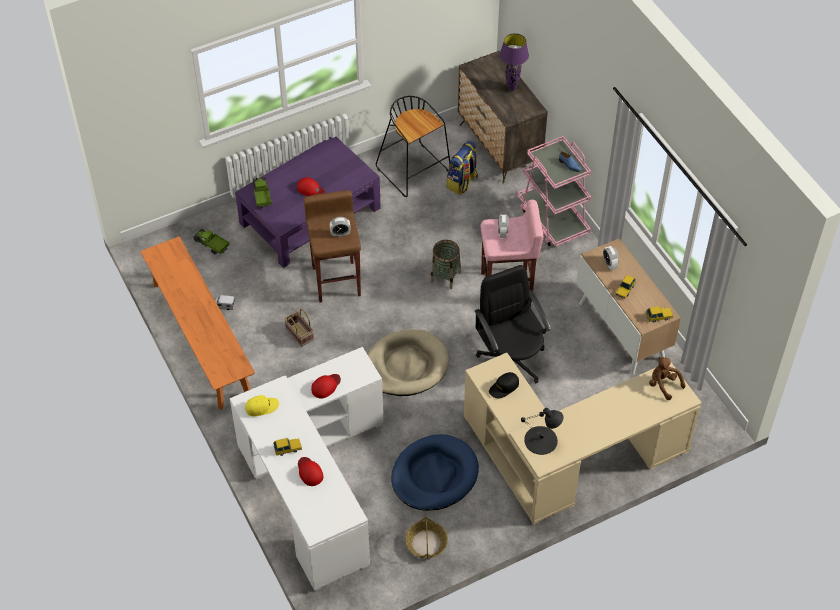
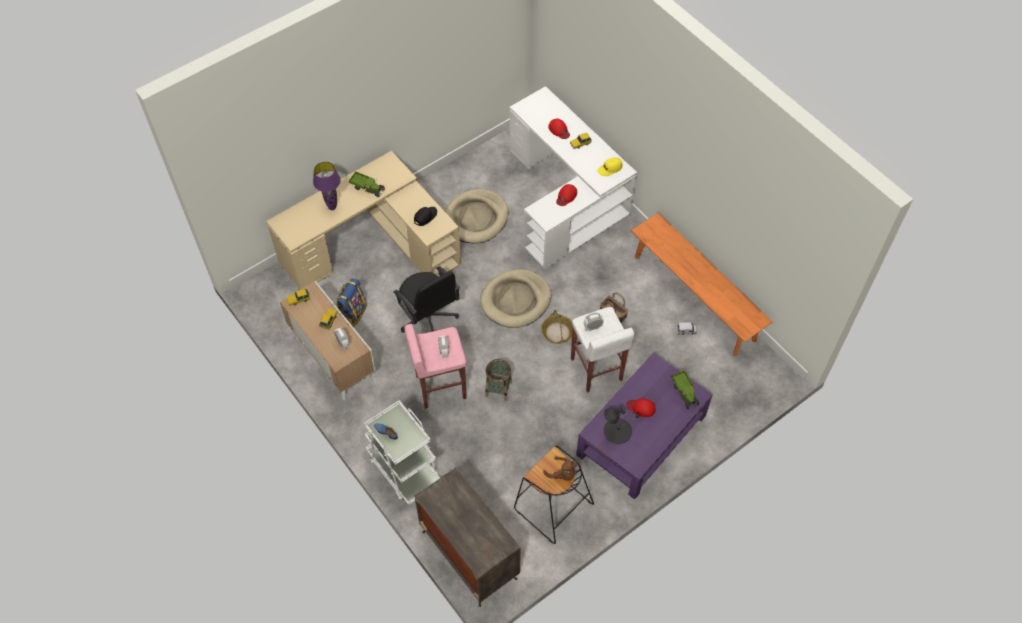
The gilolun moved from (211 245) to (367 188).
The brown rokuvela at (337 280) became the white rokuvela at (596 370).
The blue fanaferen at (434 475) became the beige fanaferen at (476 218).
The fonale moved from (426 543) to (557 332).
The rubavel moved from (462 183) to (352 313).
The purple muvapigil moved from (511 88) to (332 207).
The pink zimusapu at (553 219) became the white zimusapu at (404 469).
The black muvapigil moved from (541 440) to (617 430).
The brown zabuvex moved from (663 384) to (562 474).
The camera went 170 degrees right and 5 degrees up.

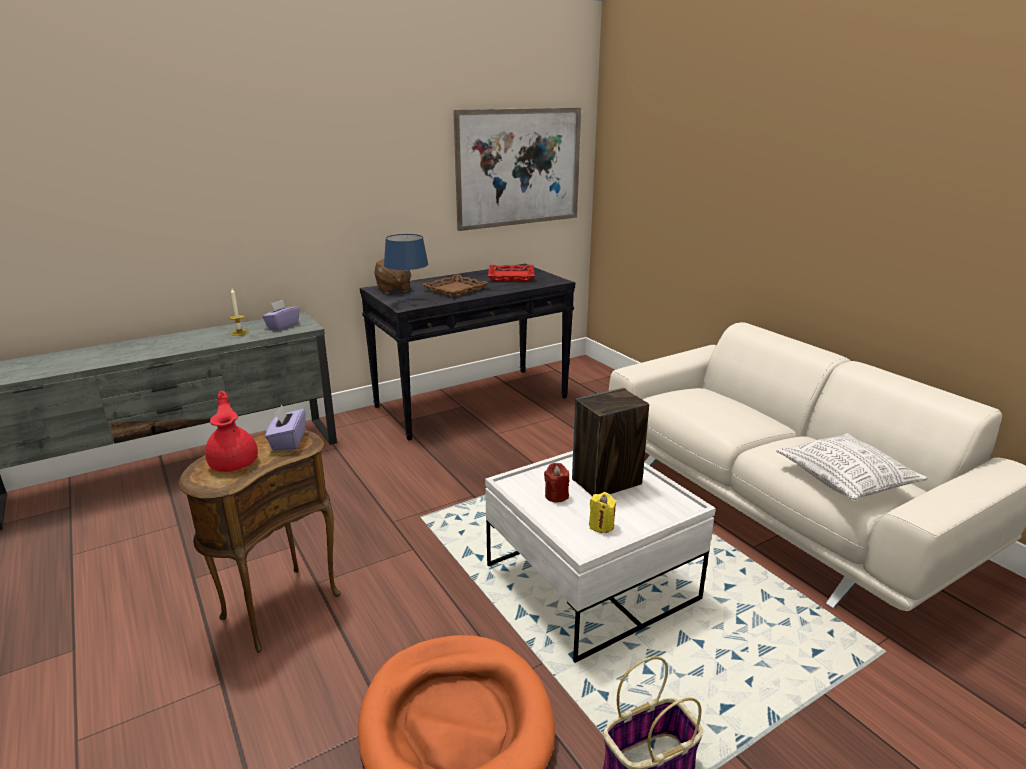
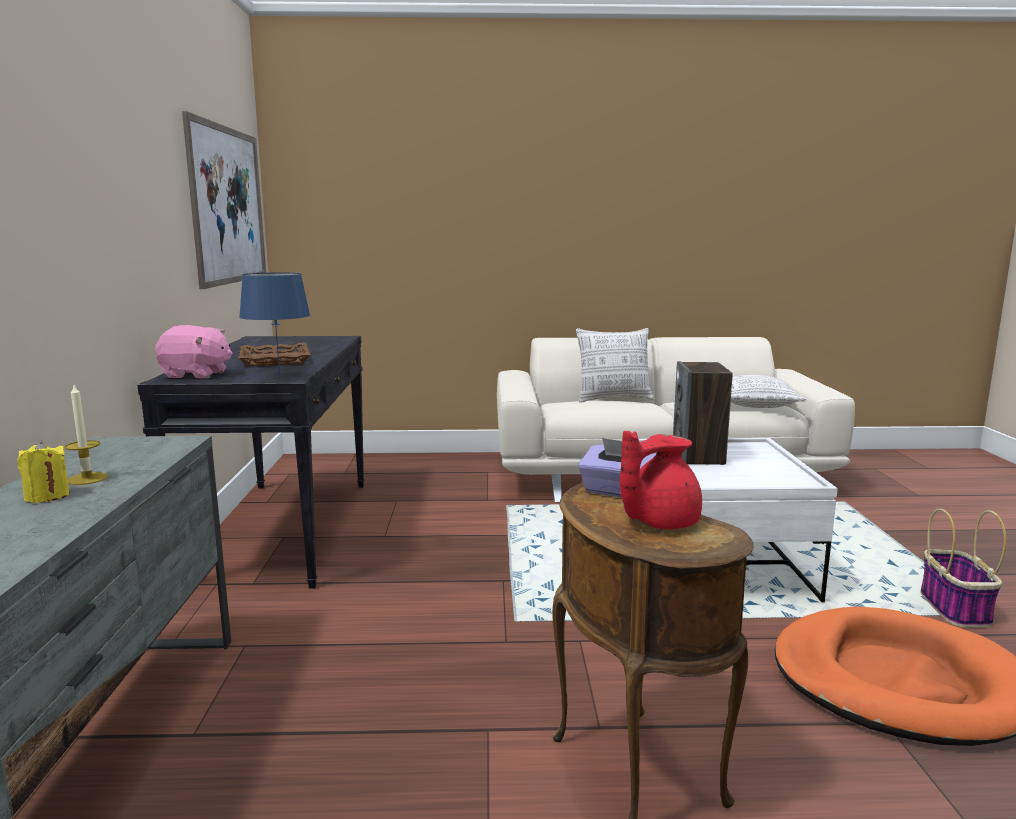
The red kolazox at (234 462) turned 45 degrees counterclockwise.
The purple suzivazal at (282 325) disappeared.
The brown zabuvex at (393 289) became the pink zabuvex at (196 375).
The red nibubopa at (511 276) disappeared.
The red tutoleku at (556 496) disappeared.
The yellow tutoleku moved from (601 525) to (47 496).
The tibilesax at (613 399) appeared.
The camera went 60 degrees left and 10 degrees down.

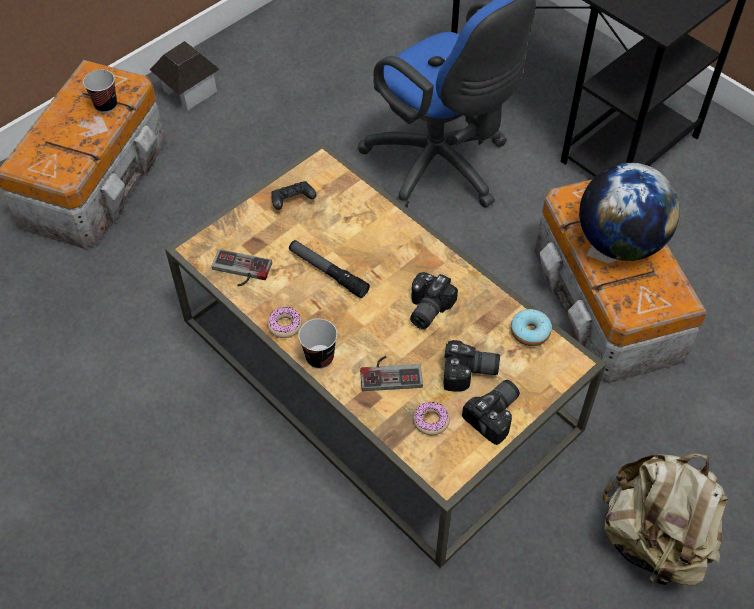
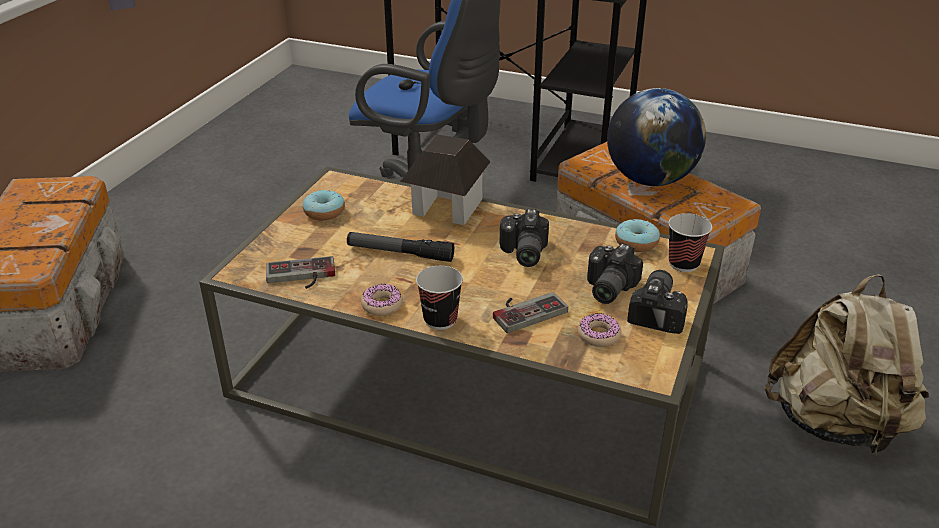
The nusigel moved from (106 105) to (683 263).
The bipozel moved from (189 91) to (447 207).
The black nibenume at (292 202) was replaced by the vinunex at (324 212).
The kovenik at (470 374) turned 135 degrees clockwise.
The camera went 25 degrees left and 20 degrees down.

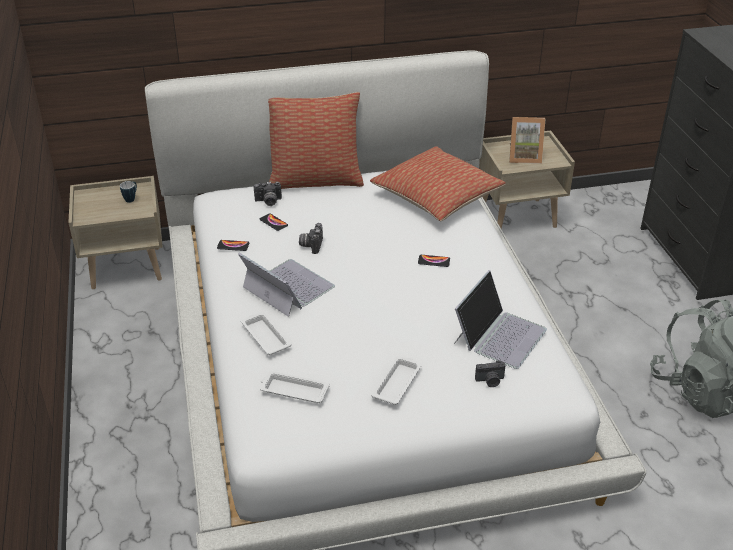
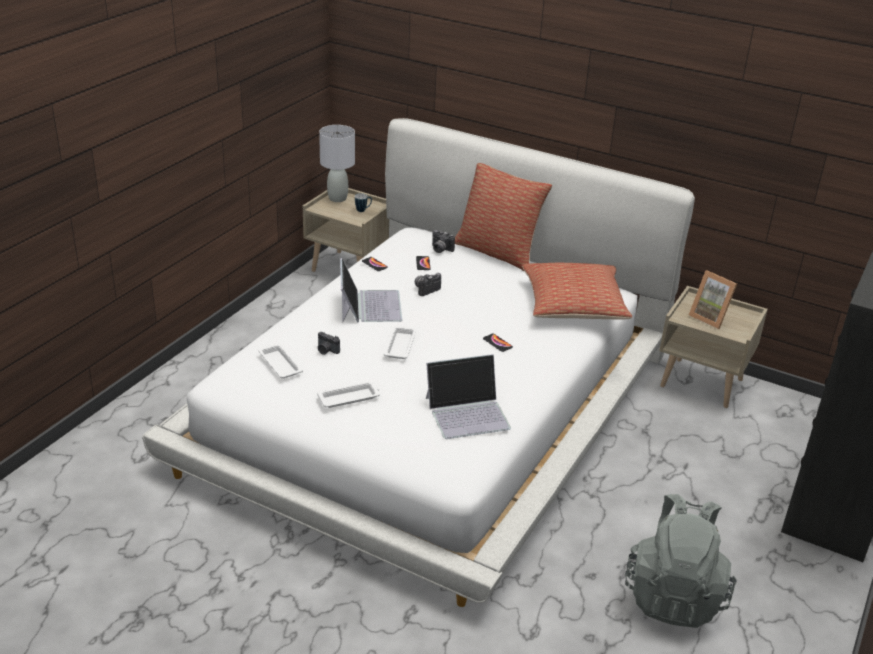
The white nibubopa moved from (265 336) to (400 345).
The kovenik moved from (490 381) to (326 350).
The grey muvapigil at (338 198) appeared.
The camera went 40 degrees right and 5 degrees down.

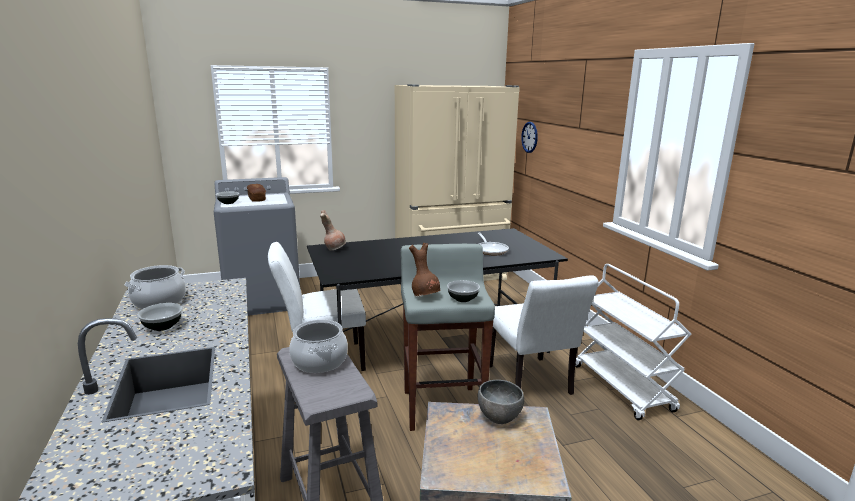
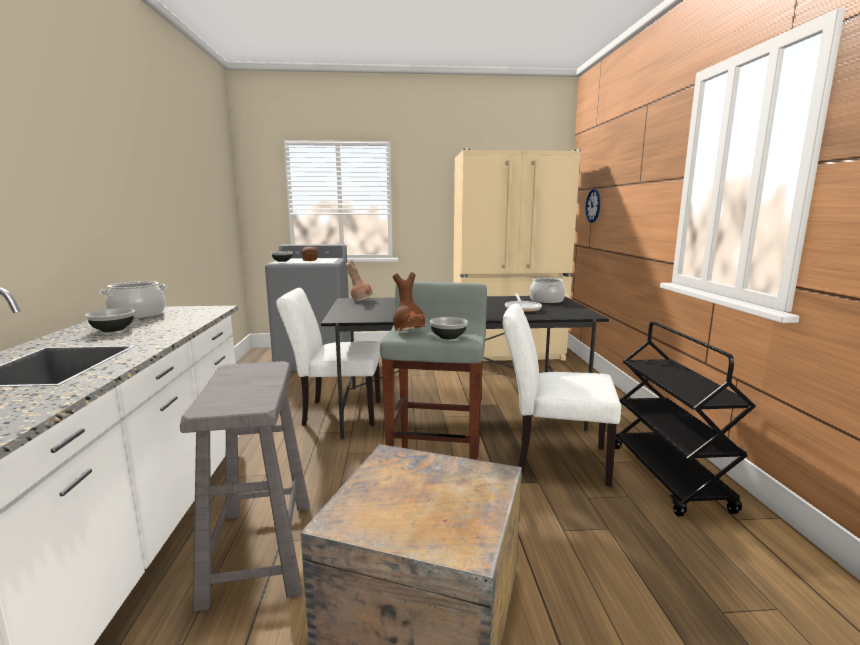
The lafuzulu moved from (320 361) to (546 300).
The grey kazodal at (499 417) disappeared.
The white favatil at (532 383) turned 105 degrees clockwise.
The white zimusapu at (623 388) became the black zimusapu at (669 478).
The camera went 15 degrees right and 5 degrees down.

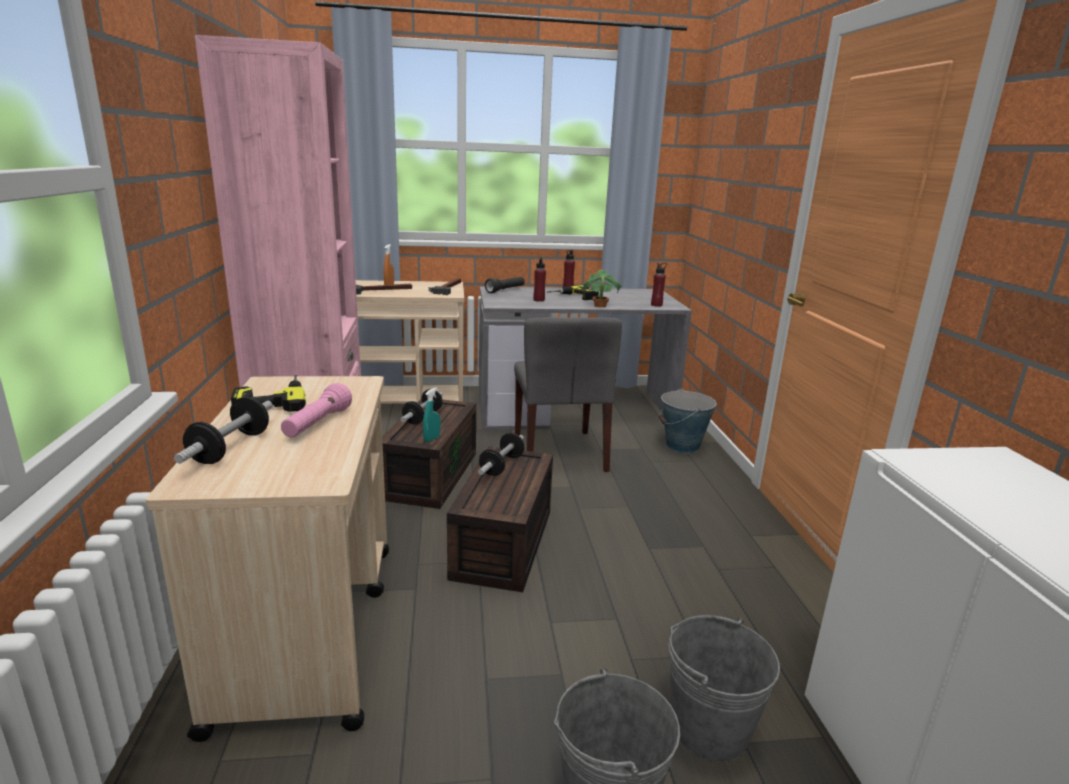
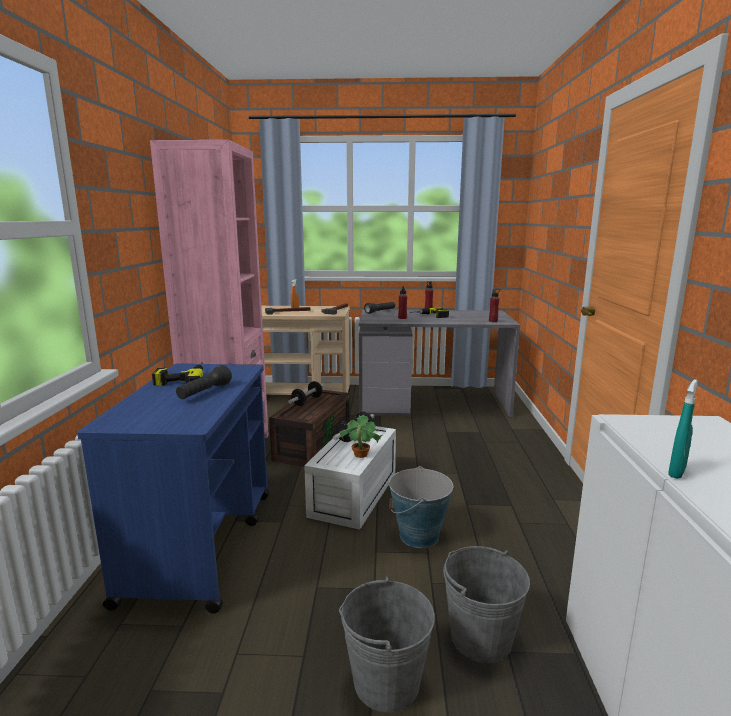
The beige zimusapu at (310 628) became the blue zimusapu at (201 543).
The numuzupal at (230 448) disappeared.
The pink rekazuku at (317 424) became the black rekazuku at (204 392).
The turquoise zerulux moved from (432 439) to (677 472).
The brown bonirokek at (505 544) became the white bonirokek at (355 495).
The grey favatil at (559 452) disappeared.
The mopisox moved from (599 306) to (360 455).
The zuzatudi moved from (682 446) to (419 536).
The camera went 10 degrees right and 5 degrees down.

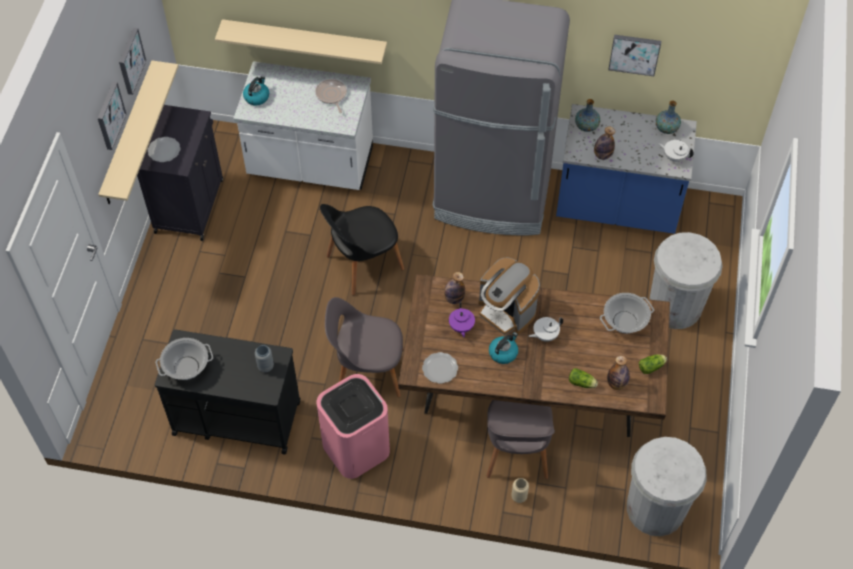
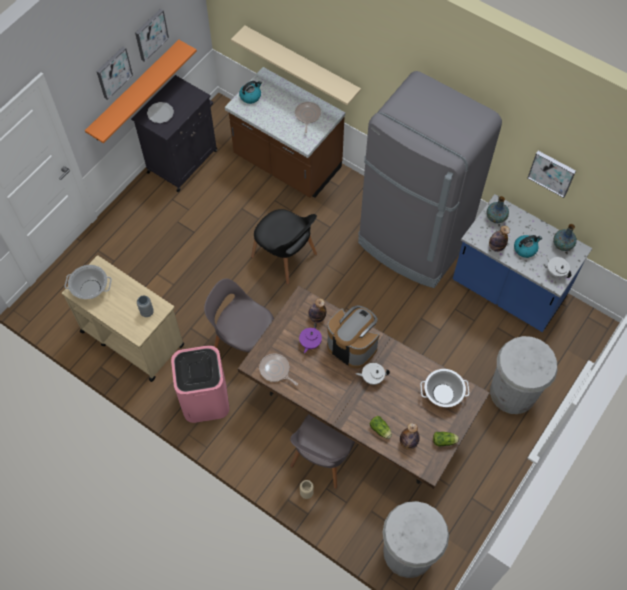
The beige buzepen at (128 135) became the orange buzepen at (135 92).
The black zimusapu at (236 417) became the beige zimusapu at (131 338).
The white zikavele at (310 165) became the brown zikavele at (287 163).
The black favatil at (363 264) turned 135 degrees counterclockwise.
The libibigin at (440 369) was replaced by the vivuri at (275 370).
The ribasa at (506 312) turned 150 degrees clockwise.
The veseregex moved from (503 353) to (525 248).
The camera went 25 degrees right and 5 degrees up.

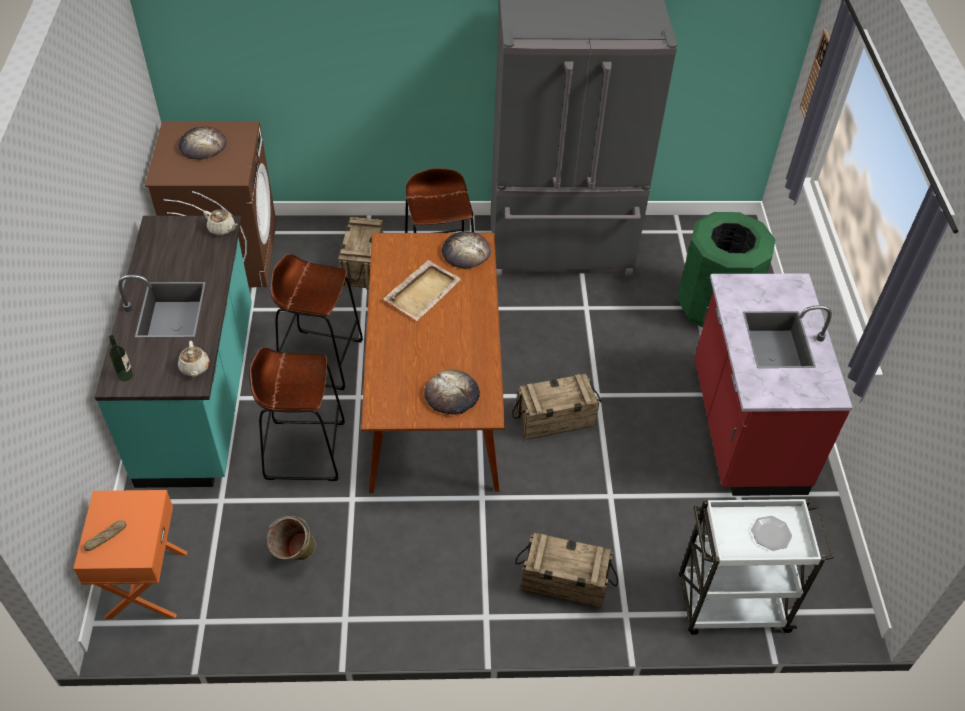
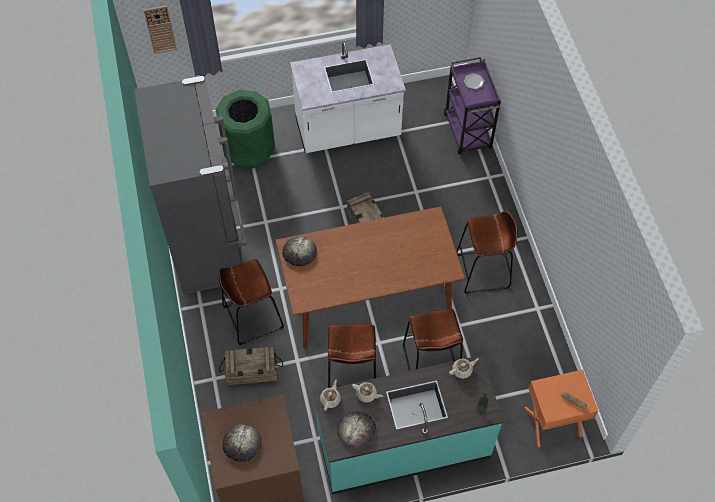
The green zuzatudi at (294 556) disappeared.
The beige nibubopa at (423 291) disappeared.
The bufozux moved from (452 395) to (356 429).
The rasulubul at (564 583) disappeared.
The white zimusapu at (730 604) became the purple zimusapu at (468 132).
The red zikavele at (744 428) became the white zikavele at (348 130).
The beige kolazox at (367 394) appeared.
The brown rokuvela at (482 271) appeared.
The camera went 100 degrees left and 10 degrees up.

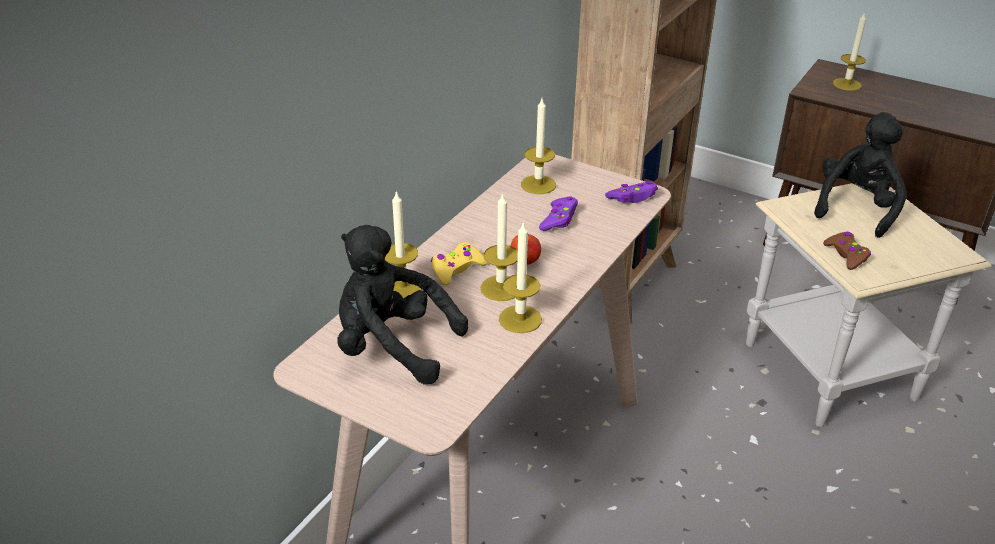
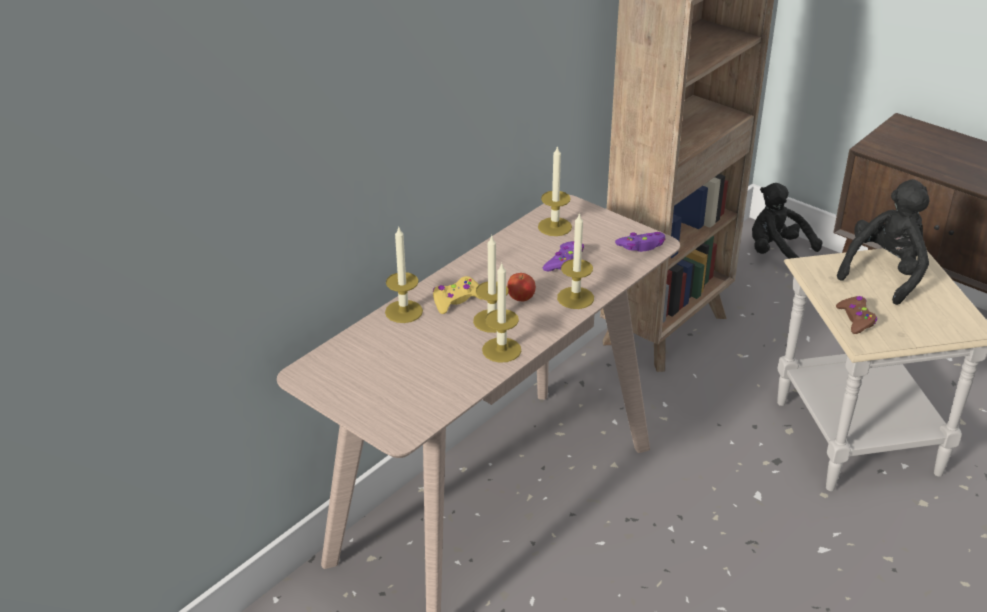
The black zabuvex moved from (392 347) to (777 254).
The tutoleku moved from (847 84) to (575 298).
The camera went 10 degrees right and 0 degrees up.

